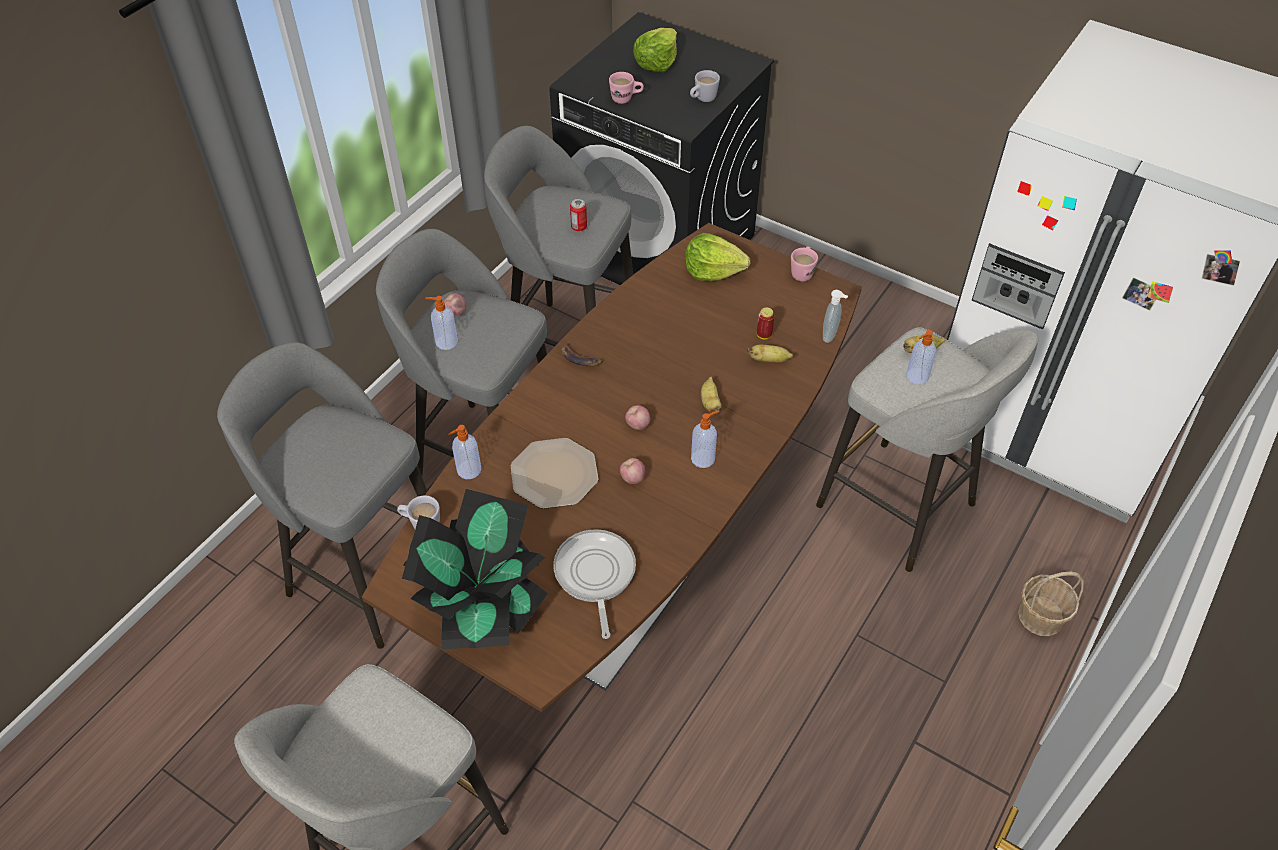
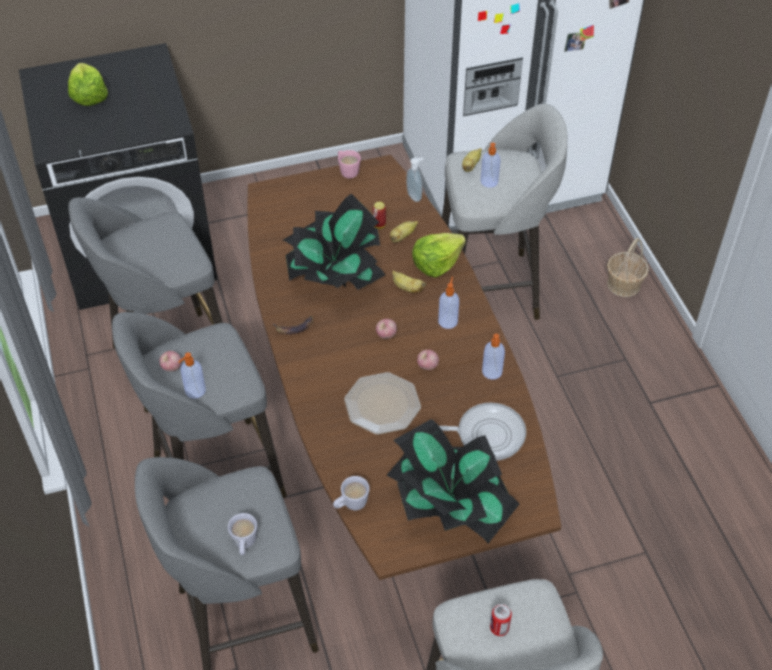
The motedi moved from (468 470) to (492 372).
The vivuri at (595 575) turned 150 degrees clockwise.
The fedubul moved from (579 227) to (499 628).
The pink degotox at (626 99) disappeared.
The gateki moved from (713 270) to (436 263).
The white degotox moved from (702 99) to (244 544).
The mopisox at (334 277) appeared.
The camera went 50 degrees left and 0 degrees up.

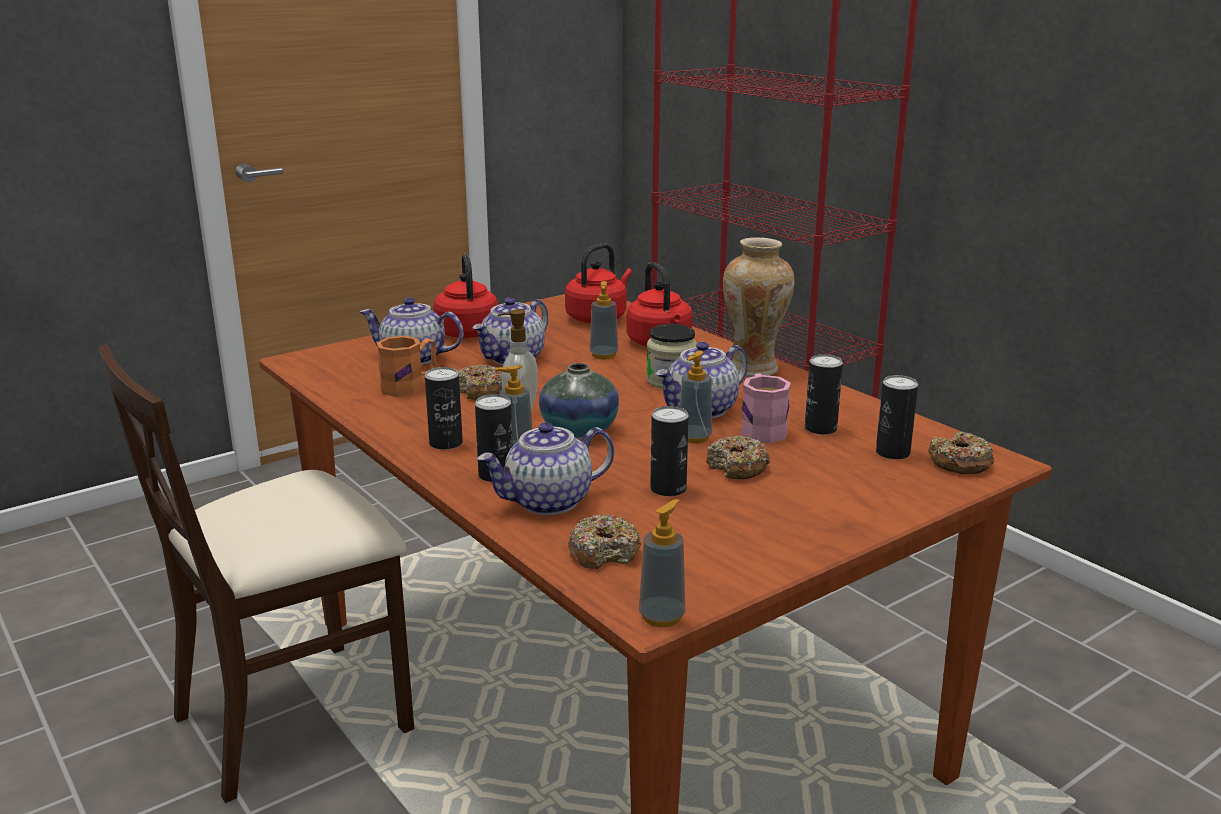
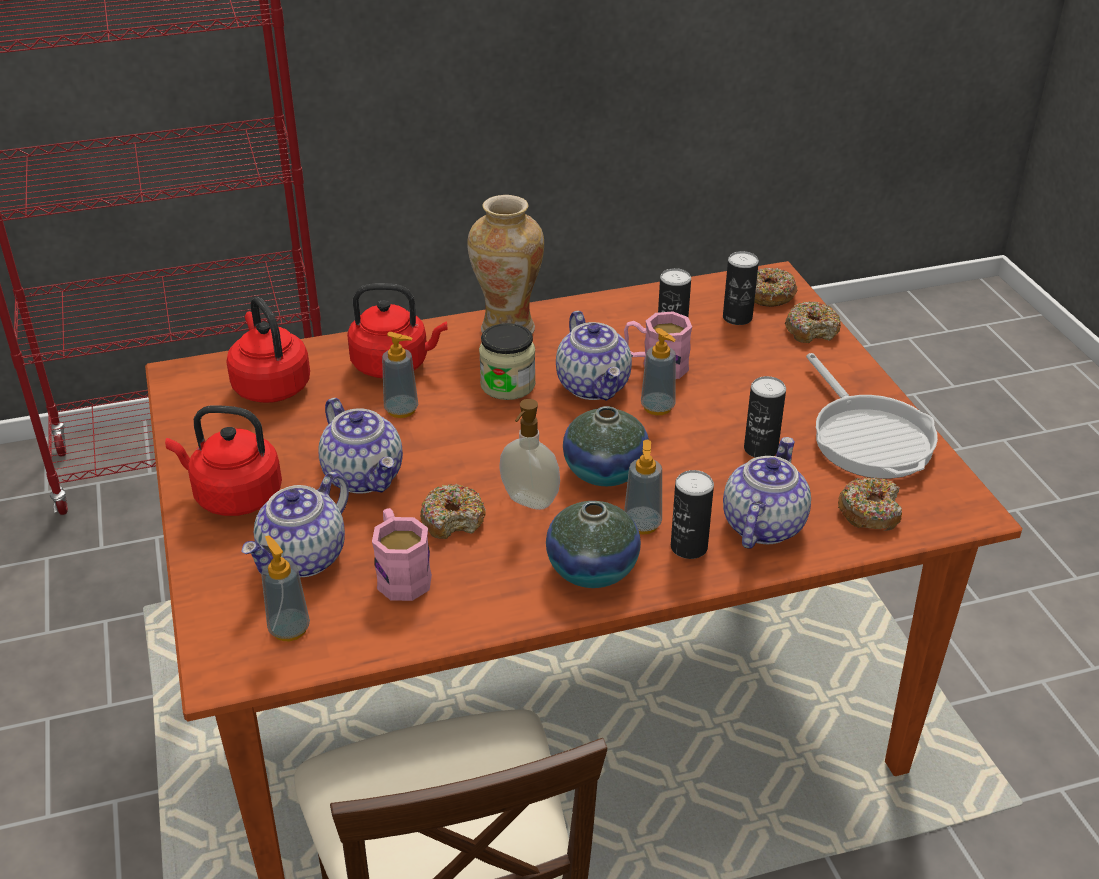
The orange degotox at (410 386) became the pink degotox at (401 573).
The fedubul at (446 443) was replaced by the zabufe at (592 569).
The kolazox at (548 502) turned 150 degrees counterclockwise.
The motedi moved from (662 616) to (289 629).
The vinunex moved from (737 467) to (811 330).
The vivuri at (868 437) appeared.
The camera went 70 degrees left and 15 degrees up.

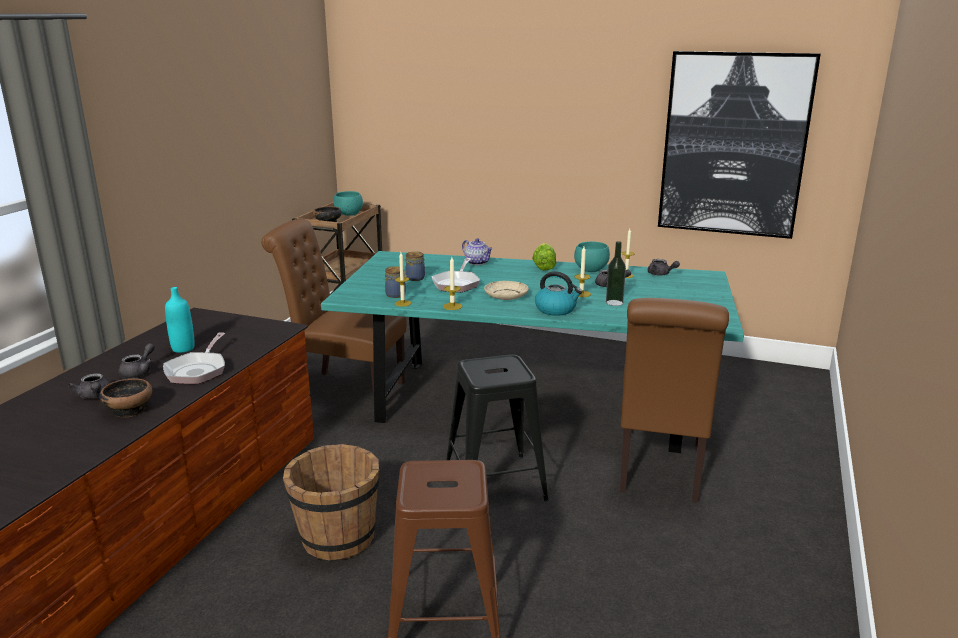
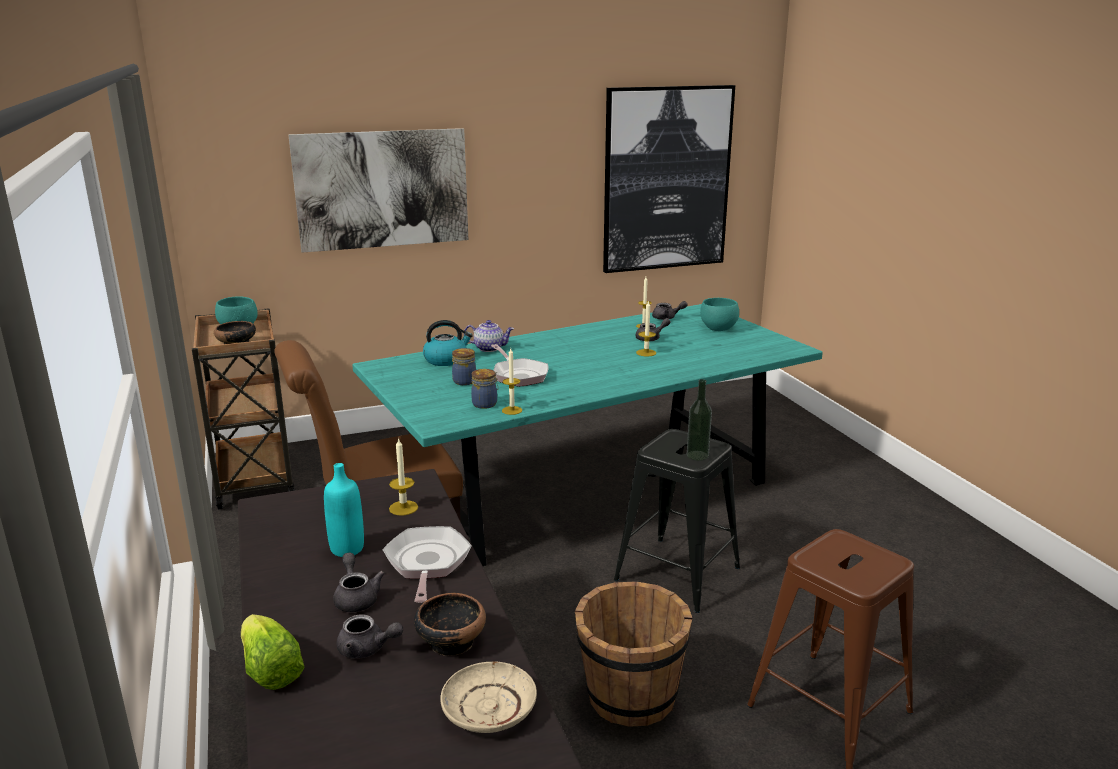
The vivuri at (198 370) turned 150 degrees counterclockwise.
The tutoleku moved from (452 306) to (403 508).
The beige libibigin moved from (506 296) to (488 708).
The gateki moved from (544 266) to (270 670).
The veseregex moved from (556 309) to (446 360).
The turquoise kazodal moved from (590 270) to (717 329).
The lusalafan moved from (614 303) to (697 455).
The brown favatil at (660 471) disappeared.
The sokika at (382 189) appeared.
The camera went 40 degrees left and 0 degrees up.

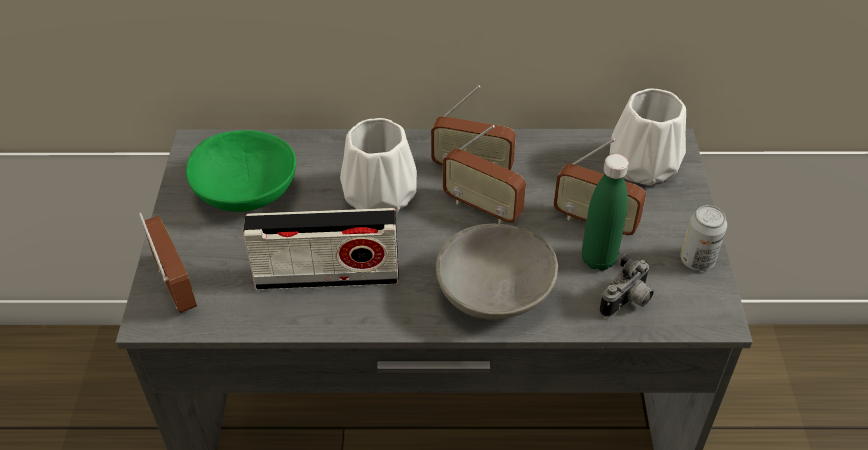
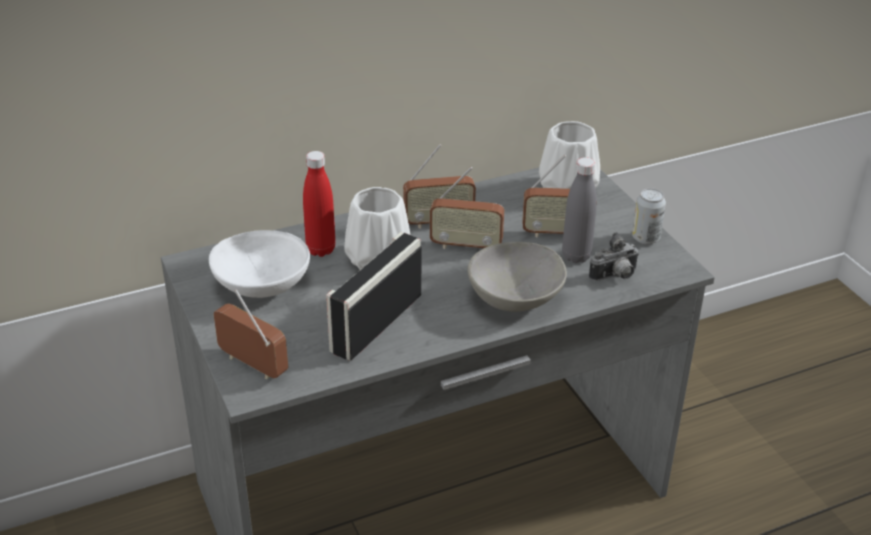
The green kazodal at (245 193) became the white kazodal at (262 286).
The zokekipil at (327 276) turned 150 degrees clockwise.
The green lusalafan at (598 259) became the grey lusalafan at (576 256).
The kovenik at (627 302) turned 45 degrees clockwise.
The red lusalafan at (321 249) appeared.
The camera went 25 degrees left and 10 degrees down.

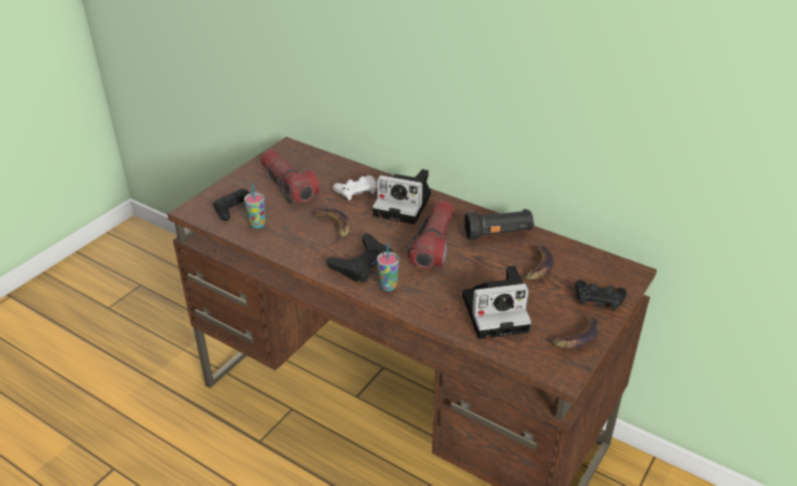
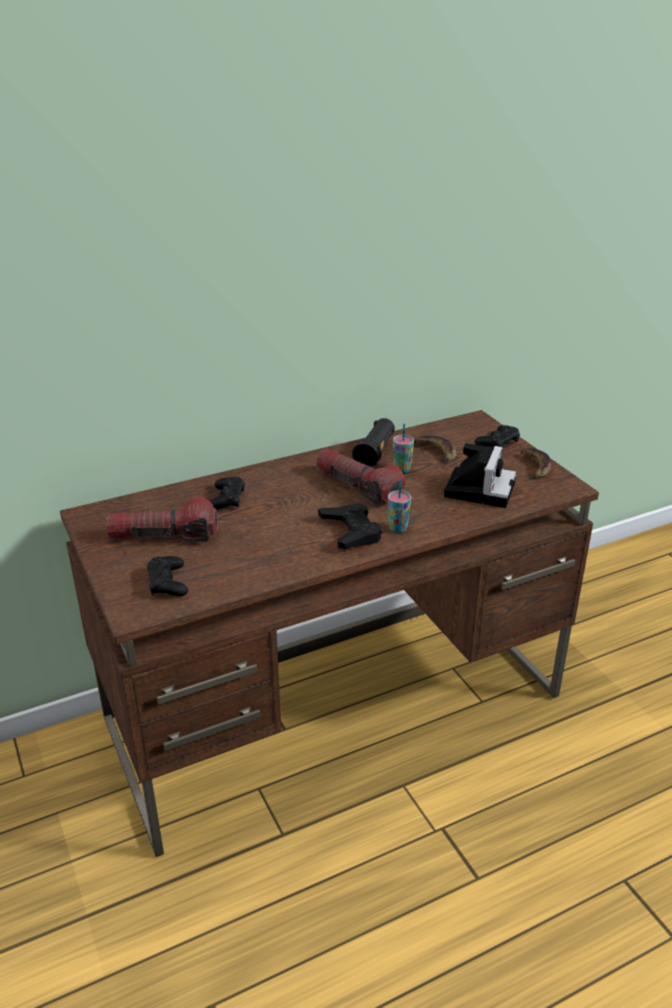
The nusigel moved from (257 224) to (402 469).
The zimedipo at (333 226) disappeared.
The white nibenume at (356 191) became the black nibenume at (226 499).
The kovenik at (405 205) disappeared.
The camera went 60 degrees left and 5 degrees down.

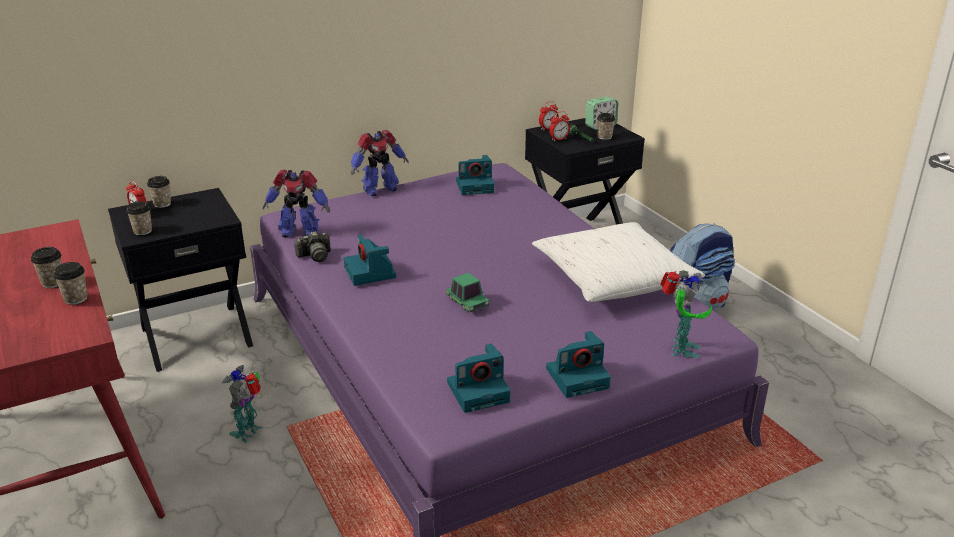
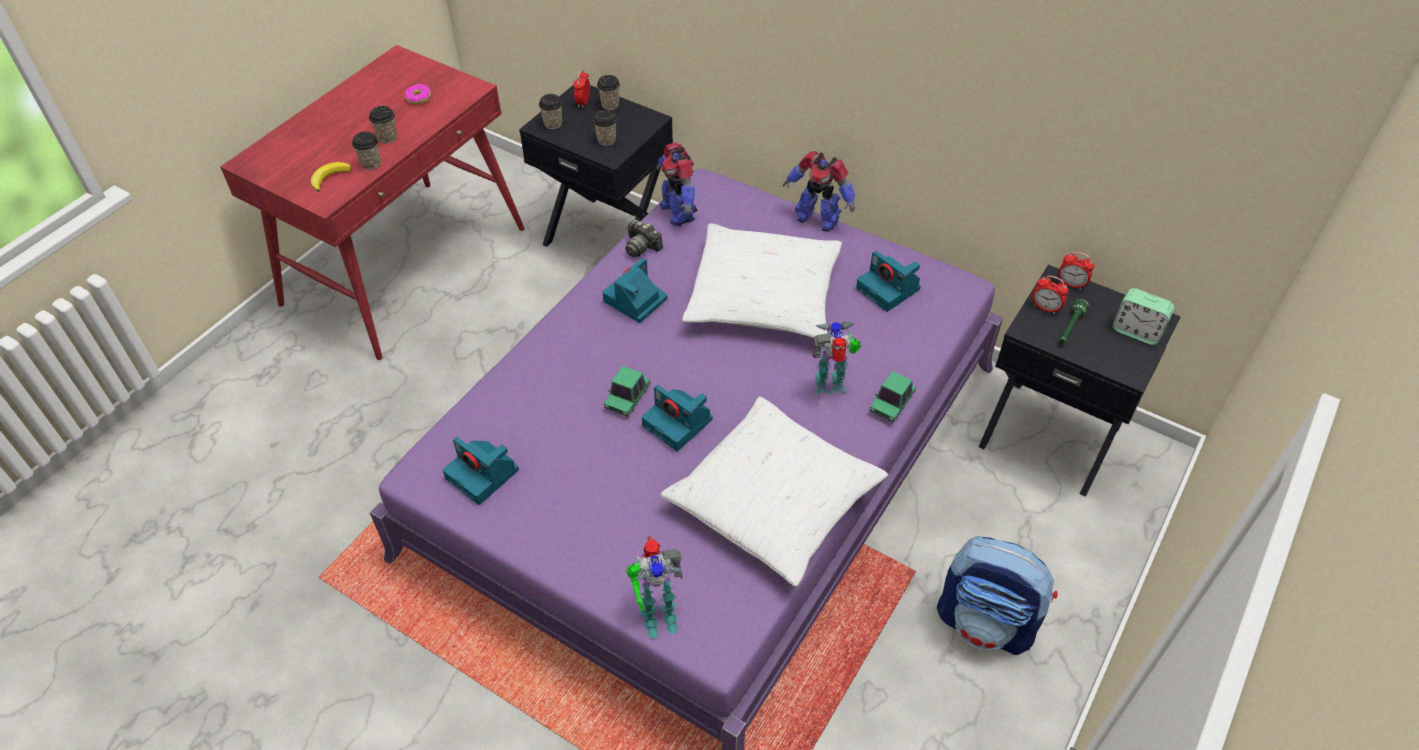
The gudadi moved from (249 432) to (831 386).
The kovenik moved from (578 377) to (679 423).
The nusigel moved from (604 137) to (606 140).
The zimedipo at (329 178) appeared.
The vinunex at (418 98) appeared.
The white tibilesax at (763 297) appeared.
The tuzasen at (892 403) appeared.
The camera went 60 degrees right and 20 degrees up.

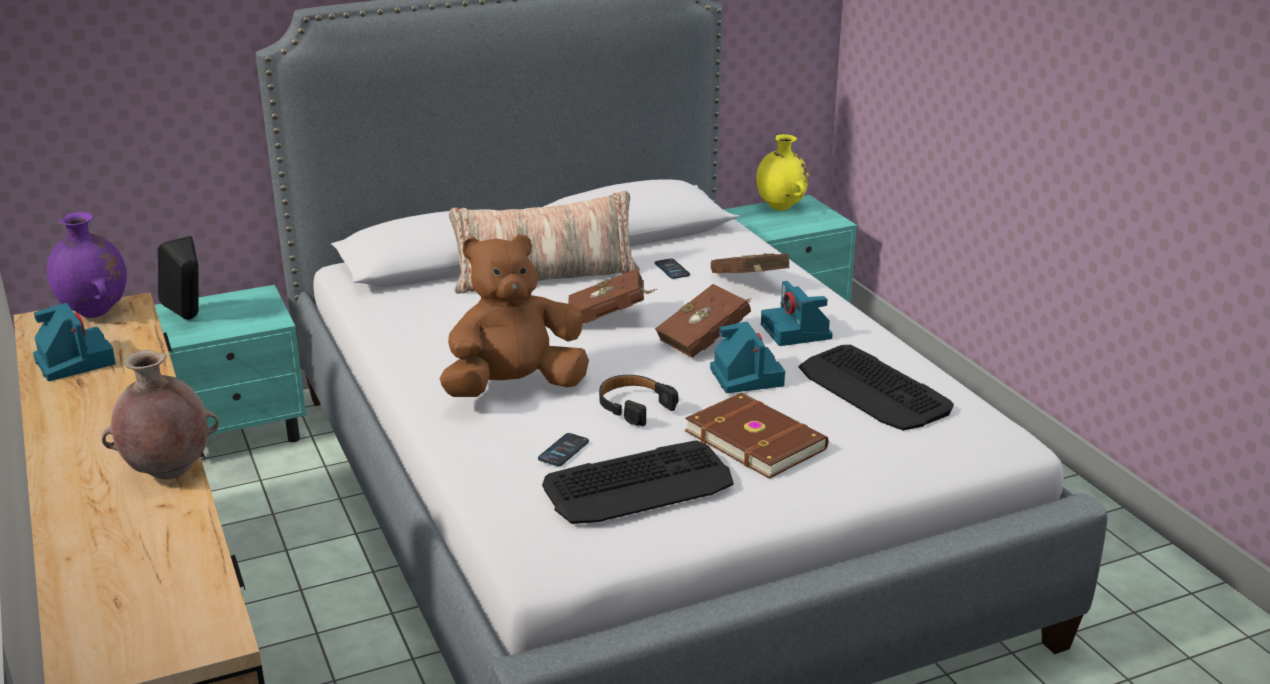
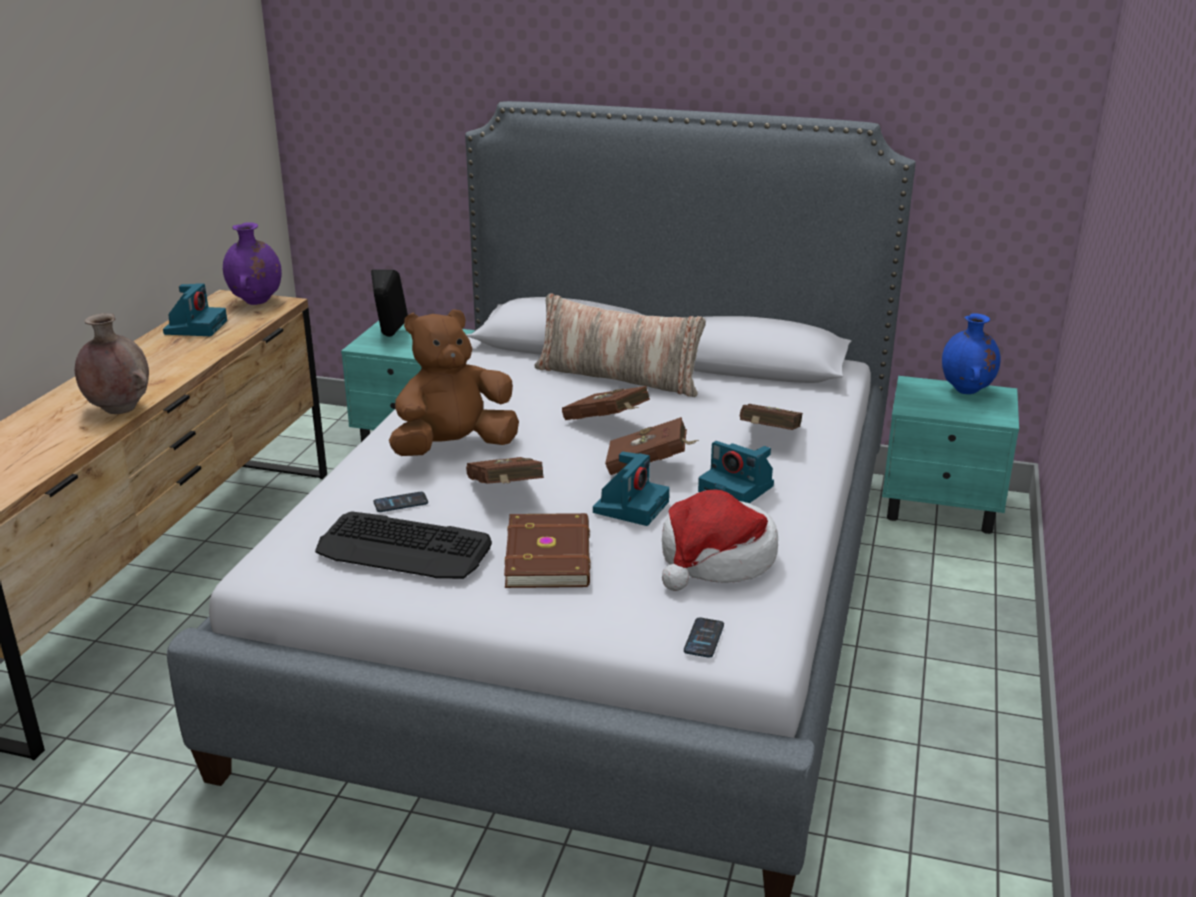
The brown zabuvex at (514 388) turned 45 degrees counterclockwise.
The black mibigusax at (634 406) was replaced by the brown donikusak at (504 493).
The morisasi moved from (672 269) to (704 638).
The yellow zabufe at (781 208) became the blue zabufe at (966 391).
The kovenik at (797 332) turned 75 degrees counterclockwise.
The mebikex at (873 390) was replaced by the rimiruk at (716 559).
The camera went 40 degrees right and 0 degrees up.

